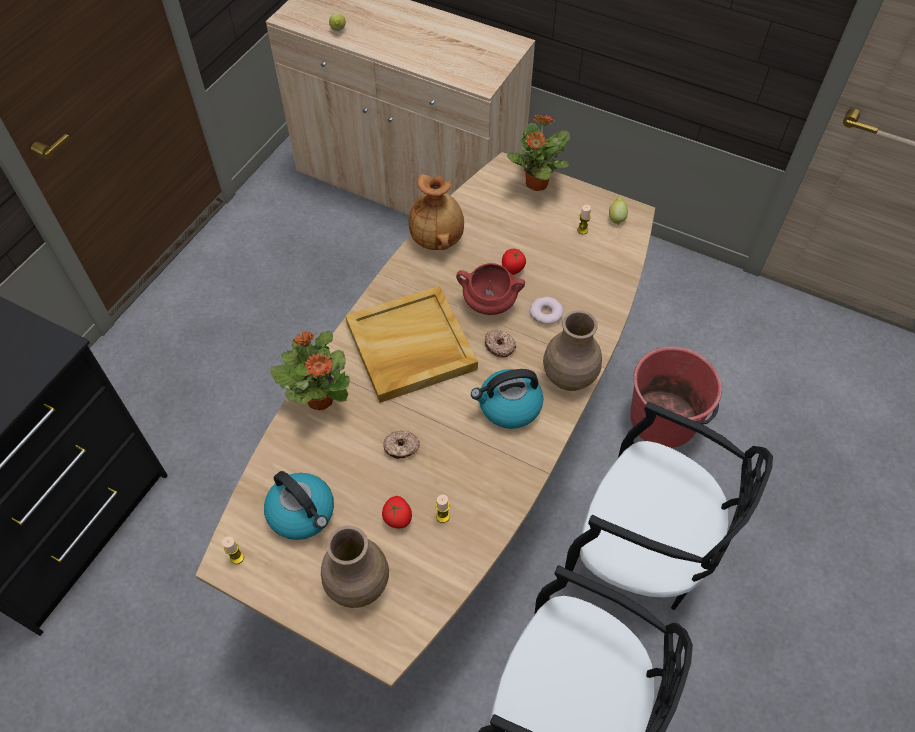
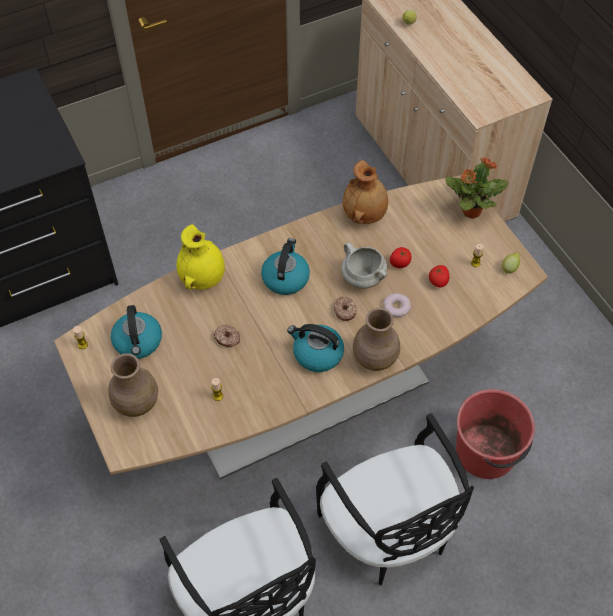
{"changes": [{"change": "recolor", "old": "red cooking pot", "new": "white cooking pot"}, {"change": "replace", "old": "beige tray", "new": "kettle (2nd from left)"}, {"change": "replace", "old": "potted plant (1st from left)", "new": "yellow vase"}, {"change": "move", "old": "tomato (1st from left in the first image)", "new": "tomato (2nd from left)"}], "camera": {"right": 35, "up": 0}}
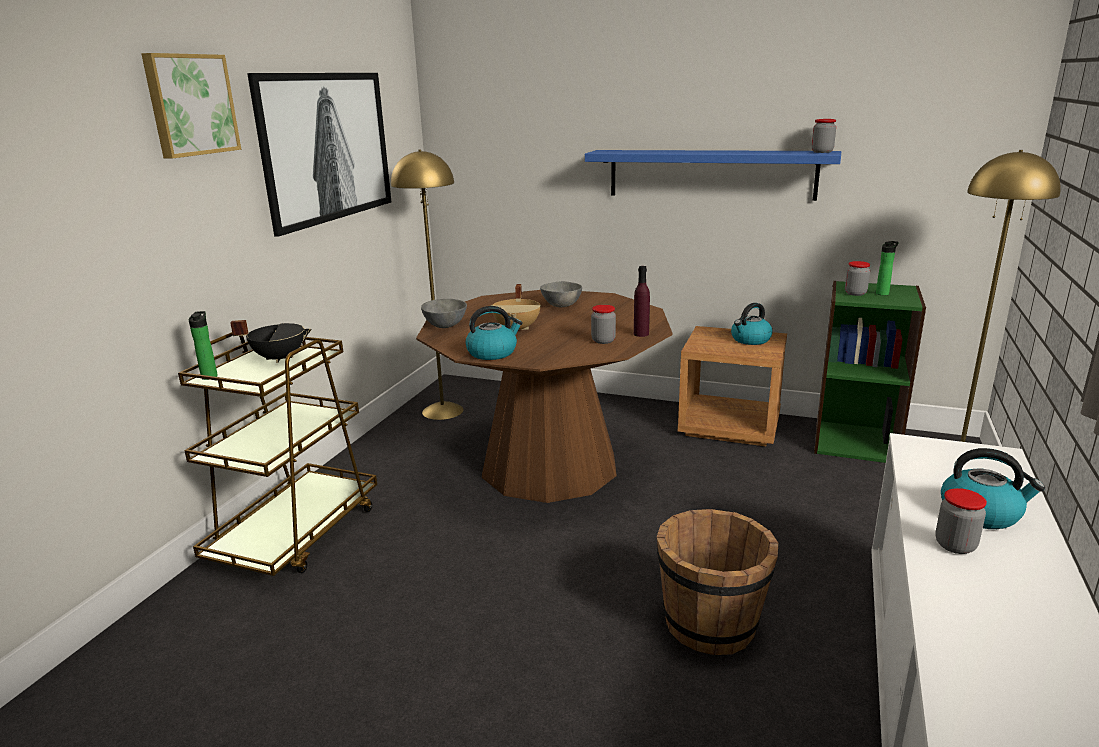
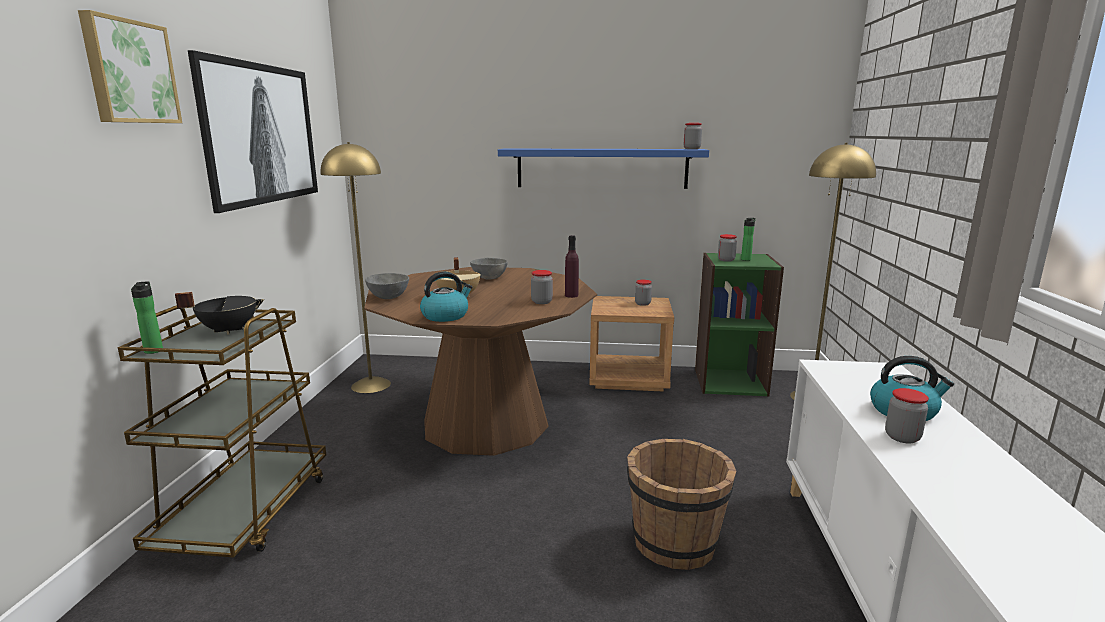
{"changes": [{"change": "replace", "old": "kettle (2nd from left)", "new": "jar (2nd from left)"}], "camera": {"right": -15, "up": -5}}
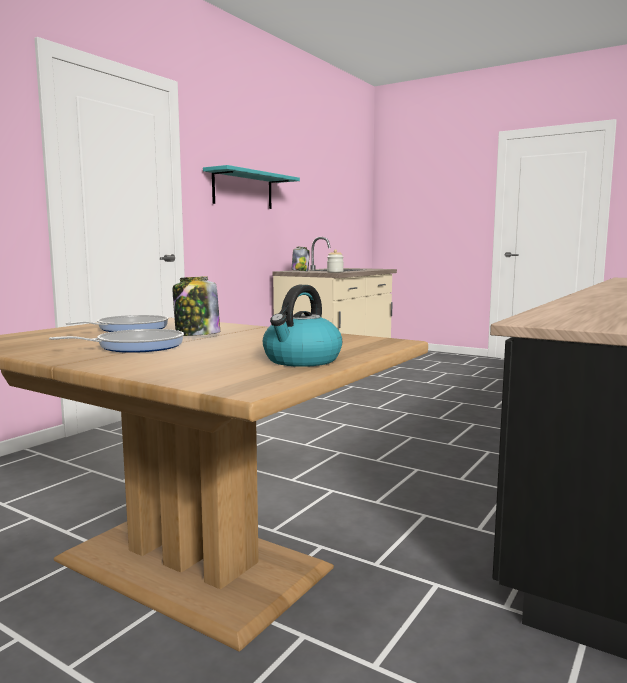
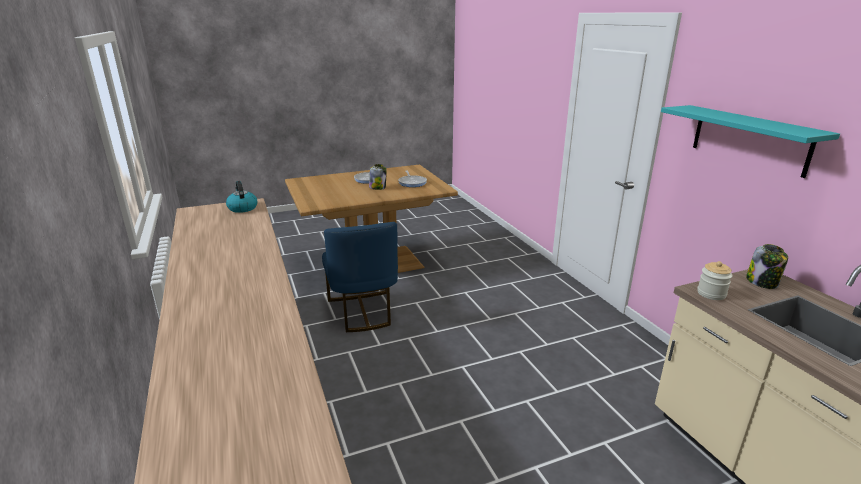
{"changes": [{"change": "move", "old": "kettle"}, {"change": "insert", "new": "blue chair"}], "camera": {"right": 125, "up": 15}}
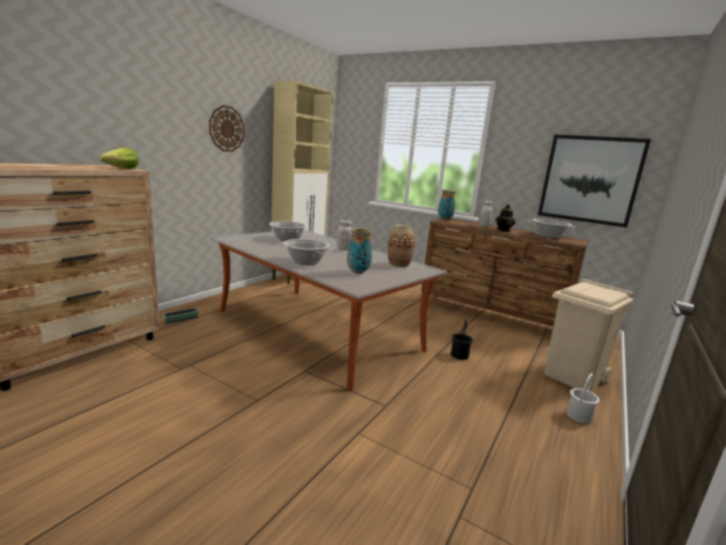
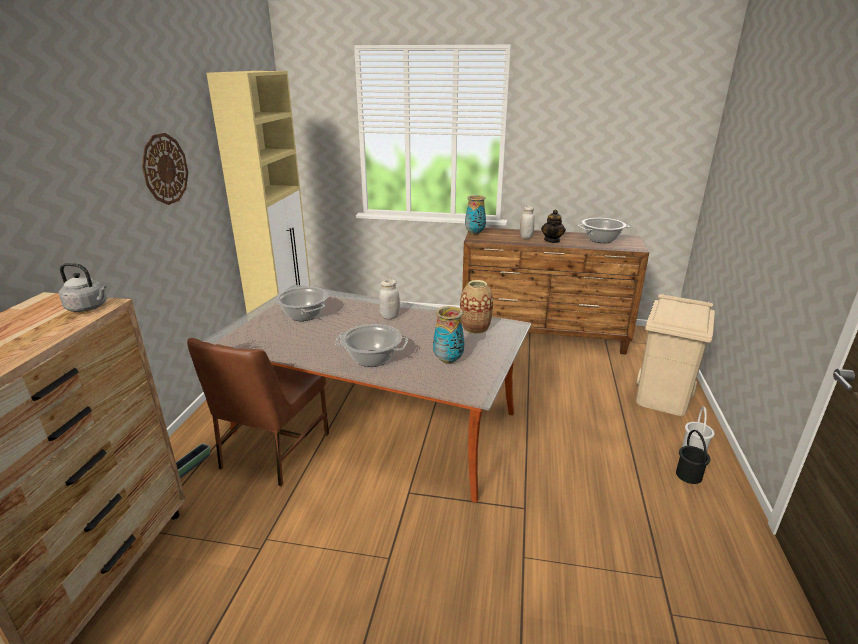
{"changes": [{"change": "delete", "old": "picture"}, {"change": "replace", "old": "lettuce", "new": "grey kettle"}, {"change": "move", "old": "black bucket"}, {"change": "insert", "new": "brown chair"}], "camera": {"right": -20, "up": 10}}
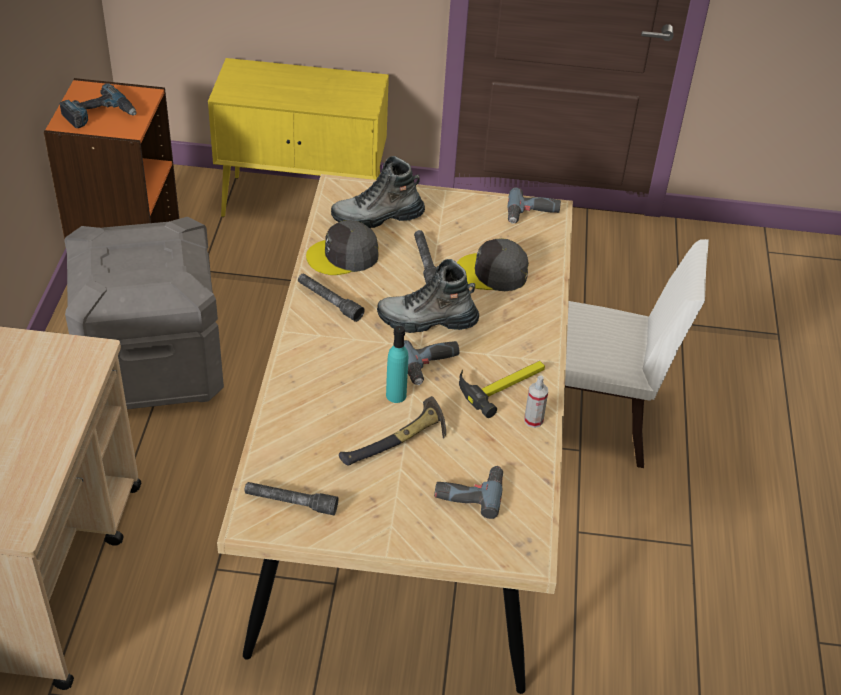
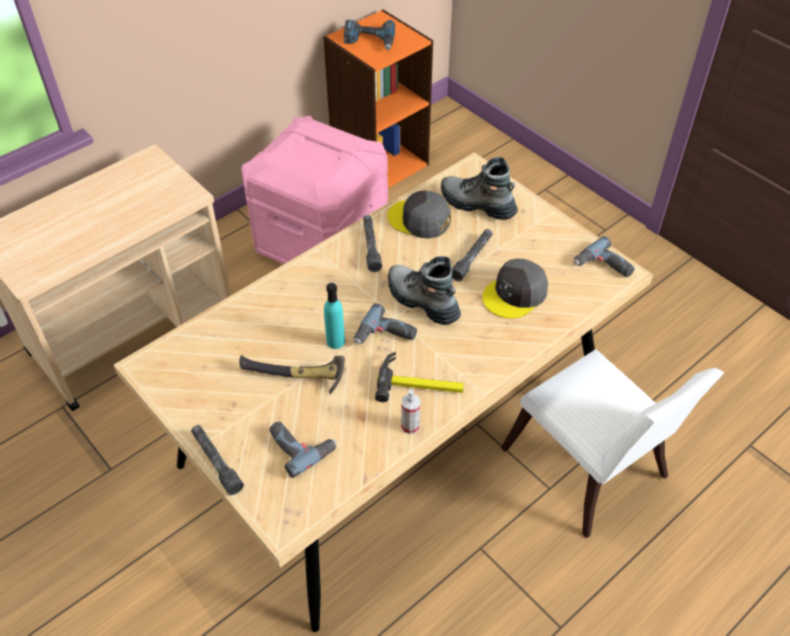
{"changes": [{"change": "delete", "old": "yellow cabinet"}, {"change": "recolor", "old": "grey storage box", "new": "pink storage box"}, {"change": "rotate", "old": "grey cap (2nd from left)", "degrees": -90}, {"change": "move", "old": "grey flashlight (1st from left)"}], "camera": {"right": 45, "up": 5}}
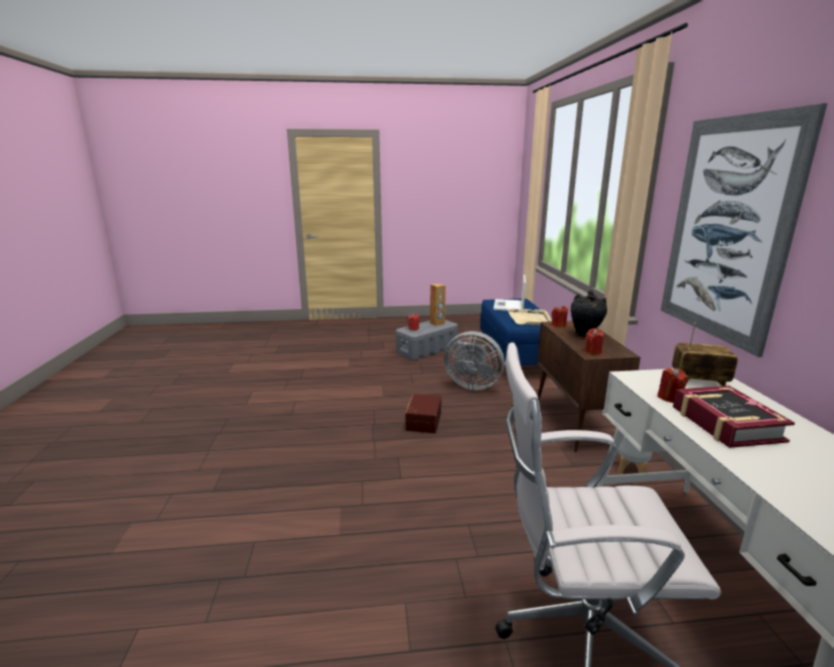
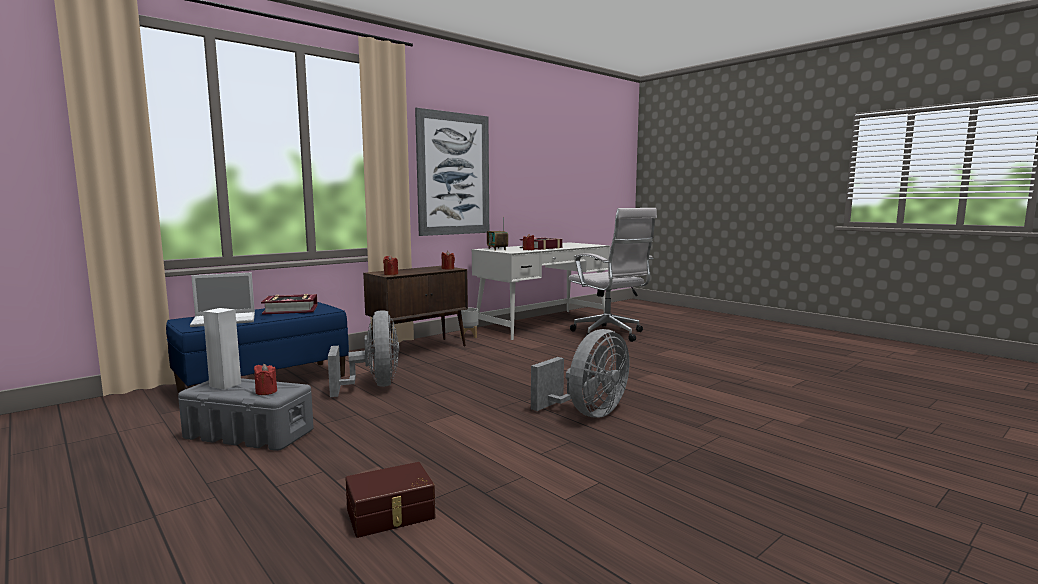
{"changes": [{"change": "recolor", "old": "brown speaker", "new": "white speaker"}, {"change": "delete", "old": "black vase"}, {"change": "replace", "old": "beige tray", "new": "book (1st from left)"}, {"change": "move", "old": "brown storage box"}, {"change": "insert", "new": "grey fan (2nd from left)"}], "camera": {"right": -125, "up": -10}}
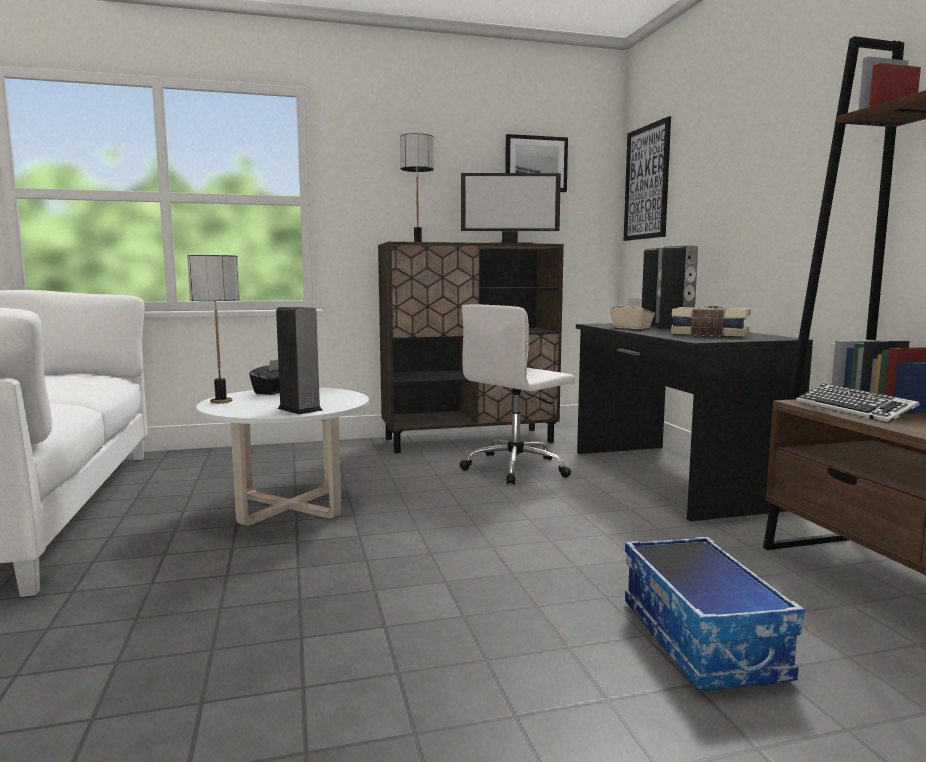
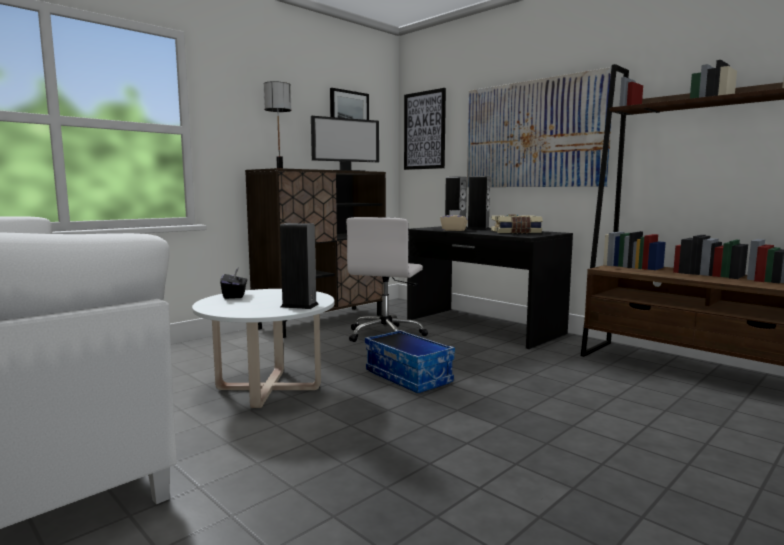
{"changes": [{"change": "delete", "old": "table lamp (1st from left)"}, {"change": "delete", "old": "keyboard"}, {"change": "move", "old": "storage box"}, {"change": "insert", "new": "picture (3rd from left)"}], "camera": {"right": -30, "up": 0}}
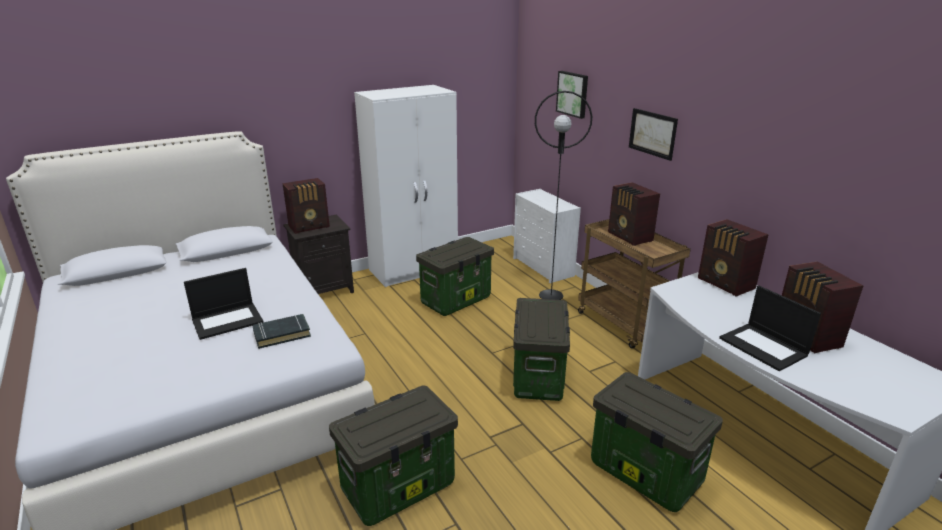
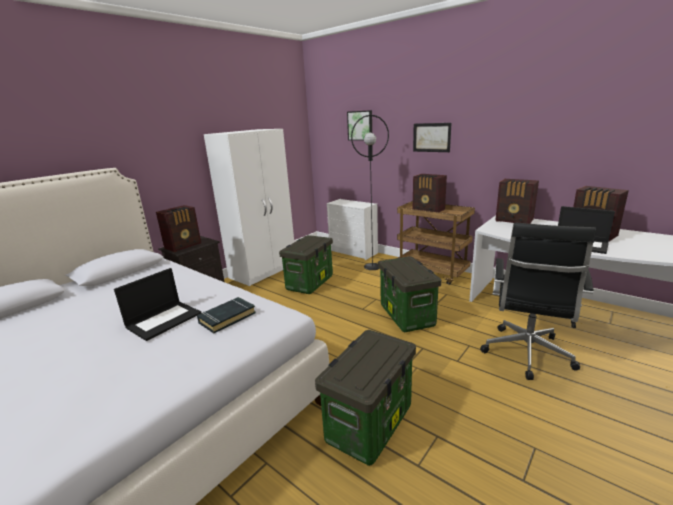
{"changes": [{"change": "replace", "old": "storage box (4th from left)", "new": "black office chair"}], "camera": {"right": -20, "up": -5}}
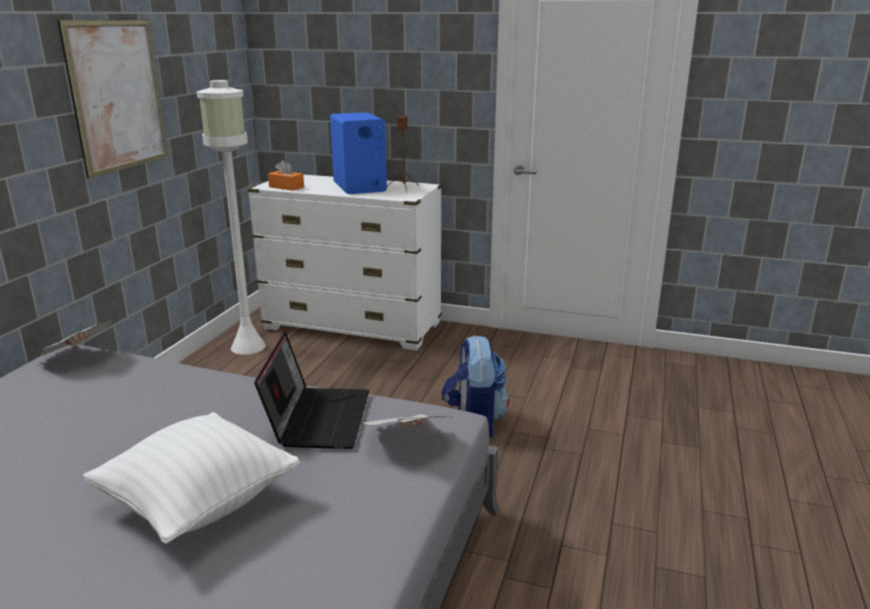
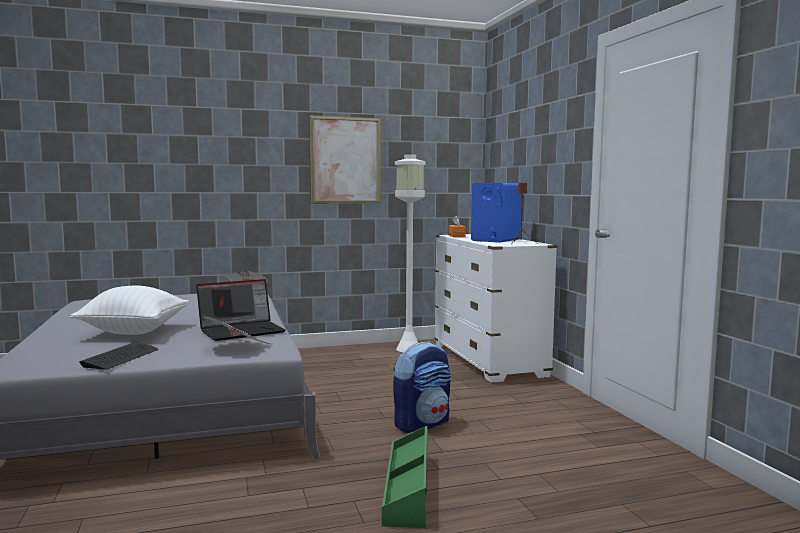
{"changes": [{"change": "insert", "new": "keyboard"}, {"change": "insert", "new": "green storage box"}], "camera": {"right": 55, "up": -15}}
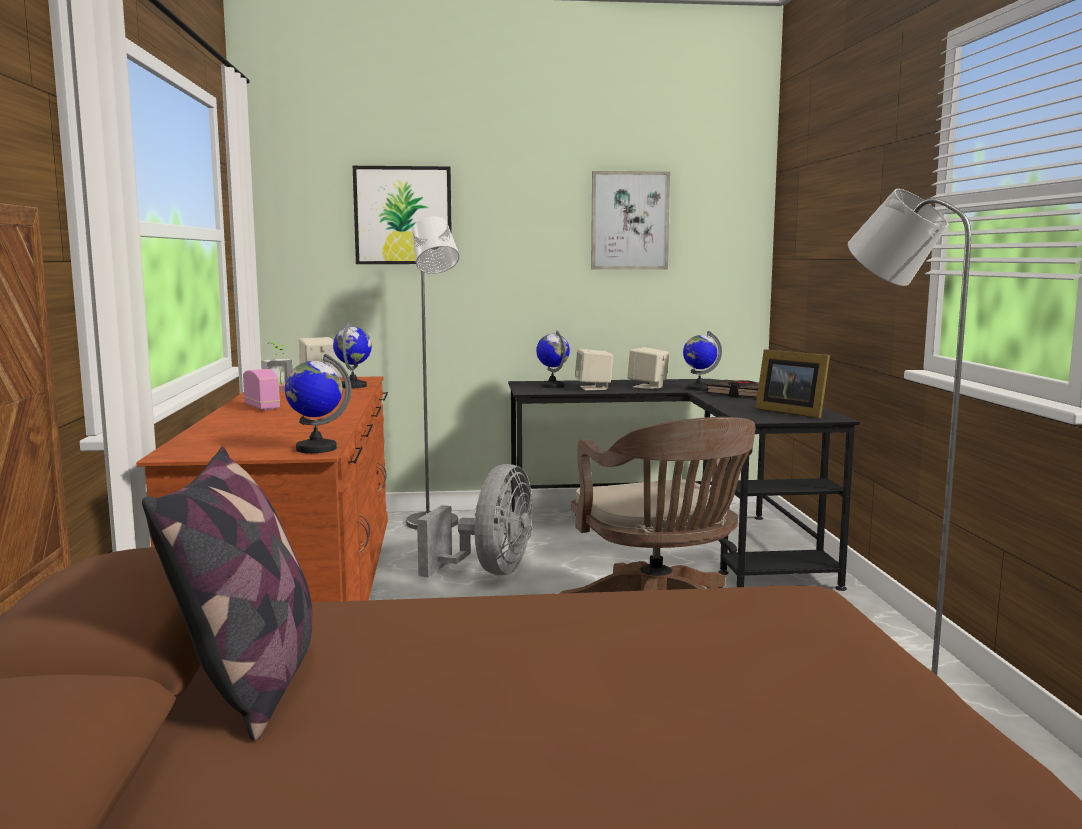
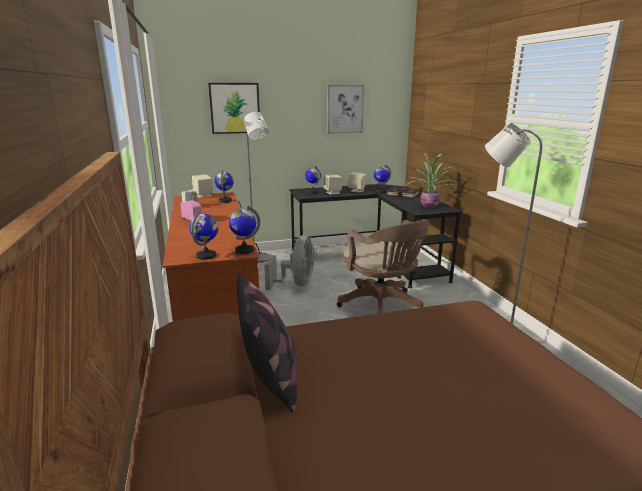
{"changes": [{"change": "replace", "old": "picture frame", "new": "potted plant (2nd from left)"}, {"change": "insert", "new": "globe (1st from left)"}], "camera": {"right": -10, "up": 10}}
